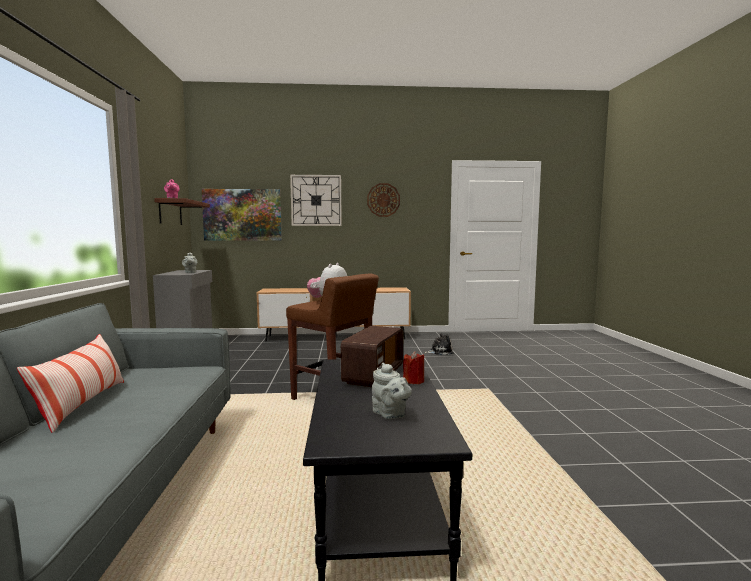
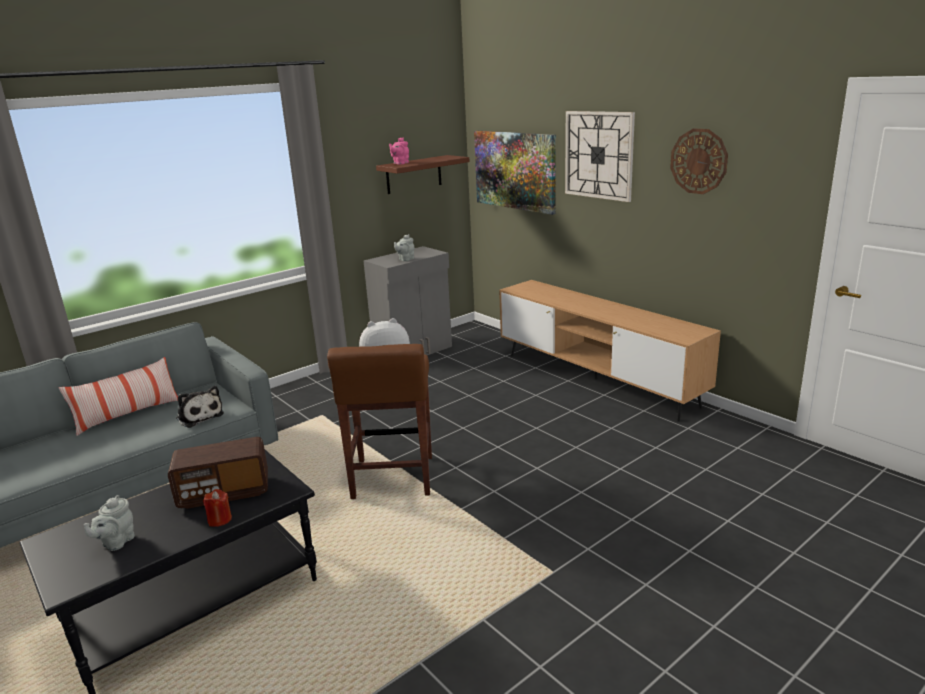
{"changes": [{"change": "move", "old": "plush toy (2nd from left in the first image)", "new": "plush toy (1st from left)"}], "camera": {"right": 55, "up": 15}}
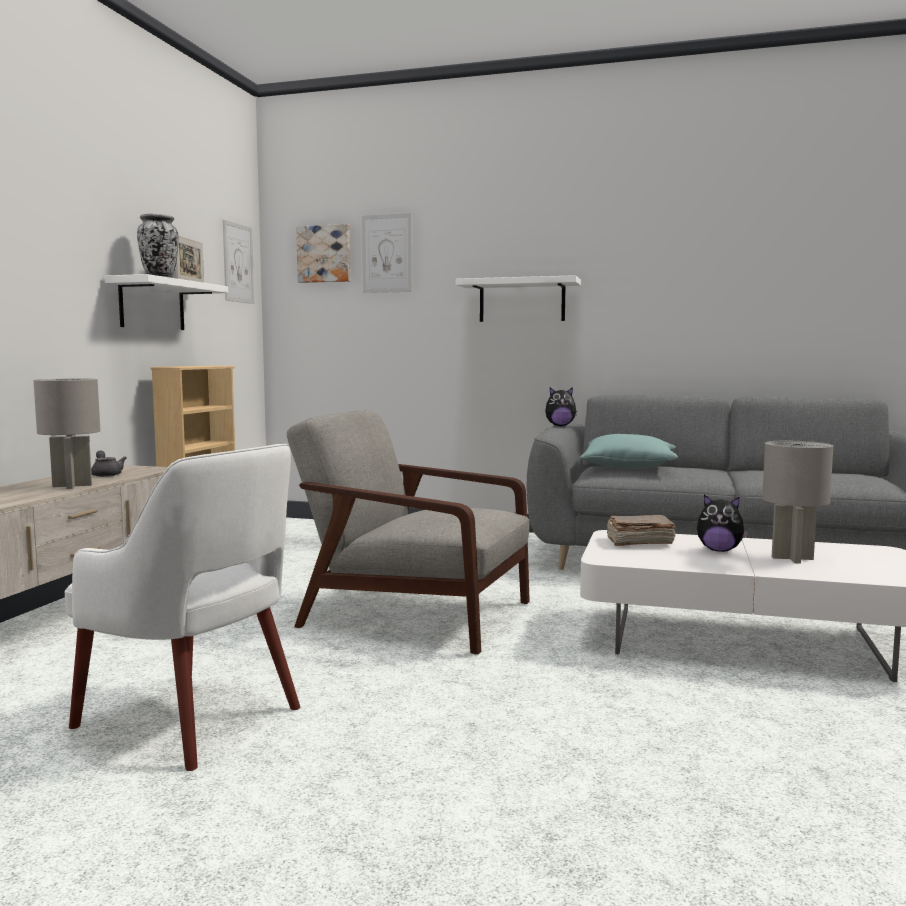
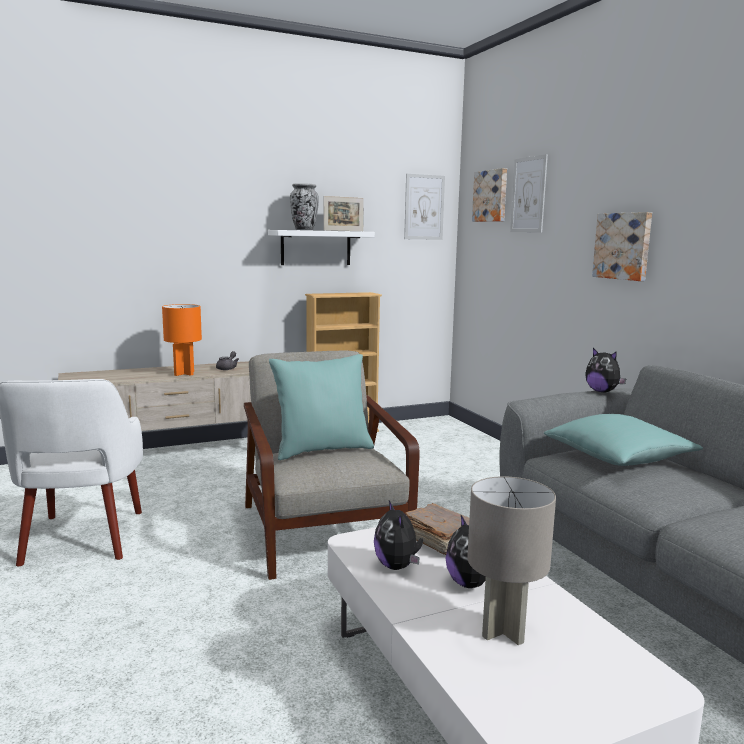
{"changes": [{"change": "replace", "old": "white shelf (2nd from left)", "new": "picture (4th from left)"}, {"change": "recolor", "old": "grey table lamp (1st from left)", "new": "orange table lamp"}, {"change": "insert", "new": "turquoise pillow (1st from left)"}, {"change": "insert", "new": "plush toy (1st from left)"}], "camera": {"right": 50, "up": 5}}
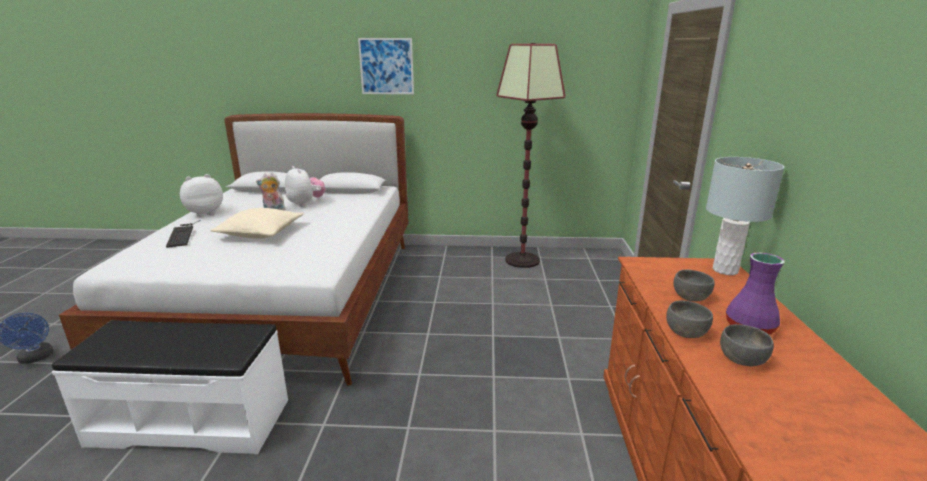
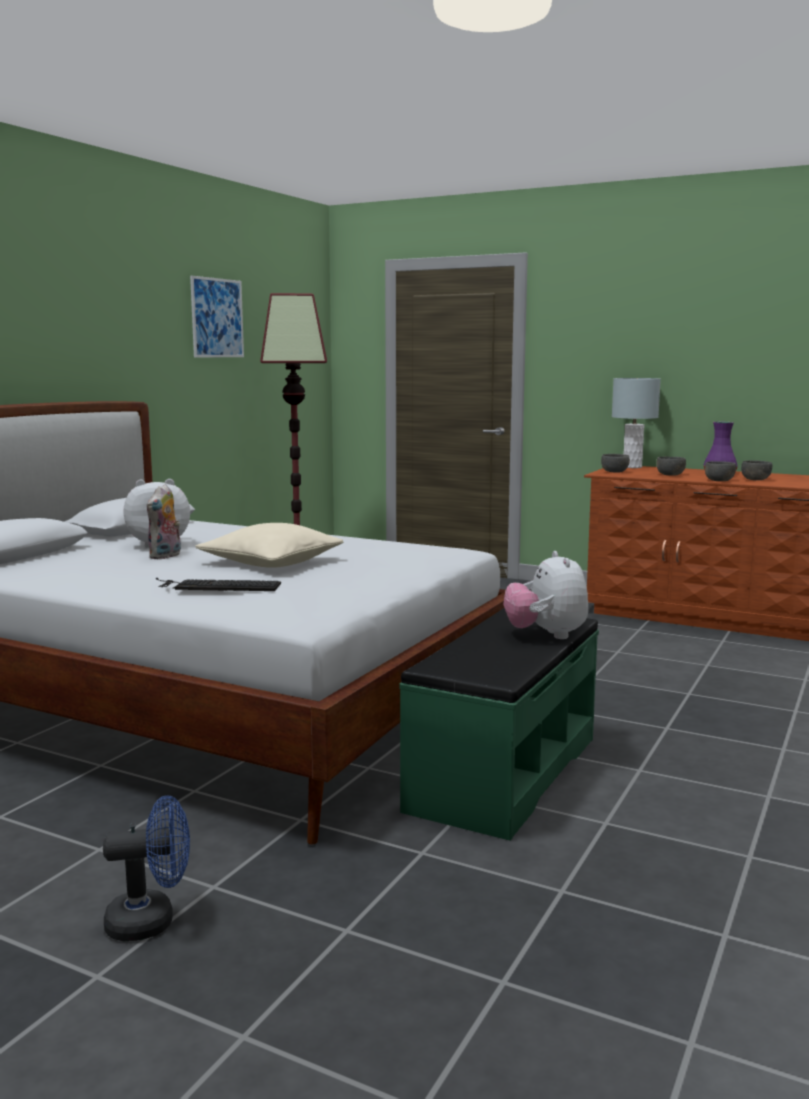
{"changes": [{"change": "move", "old": "picture"}, {"change": "move", "old": "plush toy (1st from left in the first image)", "new": "plush toy (3rd from left)"}, {"change": "recolor", "old": "white bench", "new": "green bench"}, {"change": "insert", "new": "grey bowl (1st from left)"}], "camera": {"right": -65, "up": -10}}
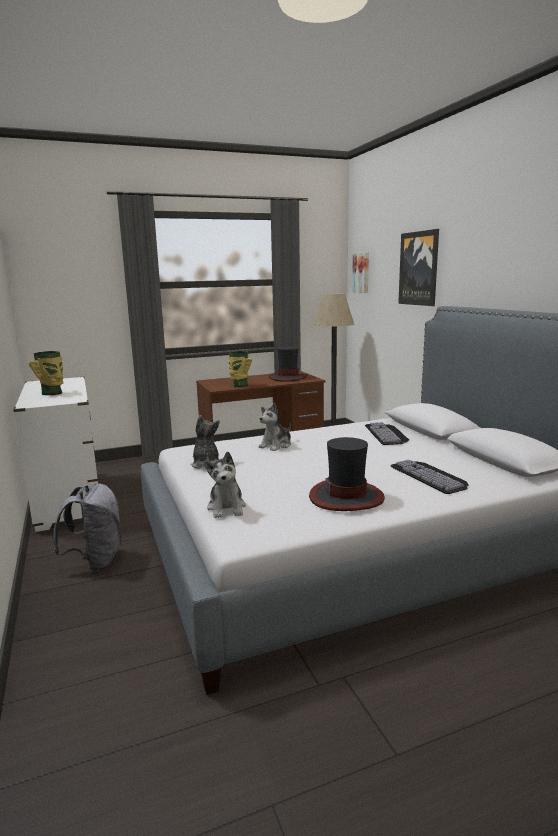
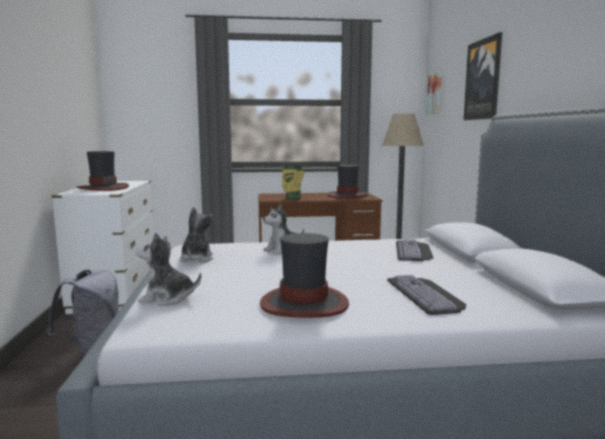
{"changes": [{"change": "replace", "old": "vase (1st from left)", "new": "hat (1st from left)"}, {"change": "rotate", "old": "plush toy (2nd from left in the first image)", "degrees": 90}], "camera": {"right": 15, "up": -5}}
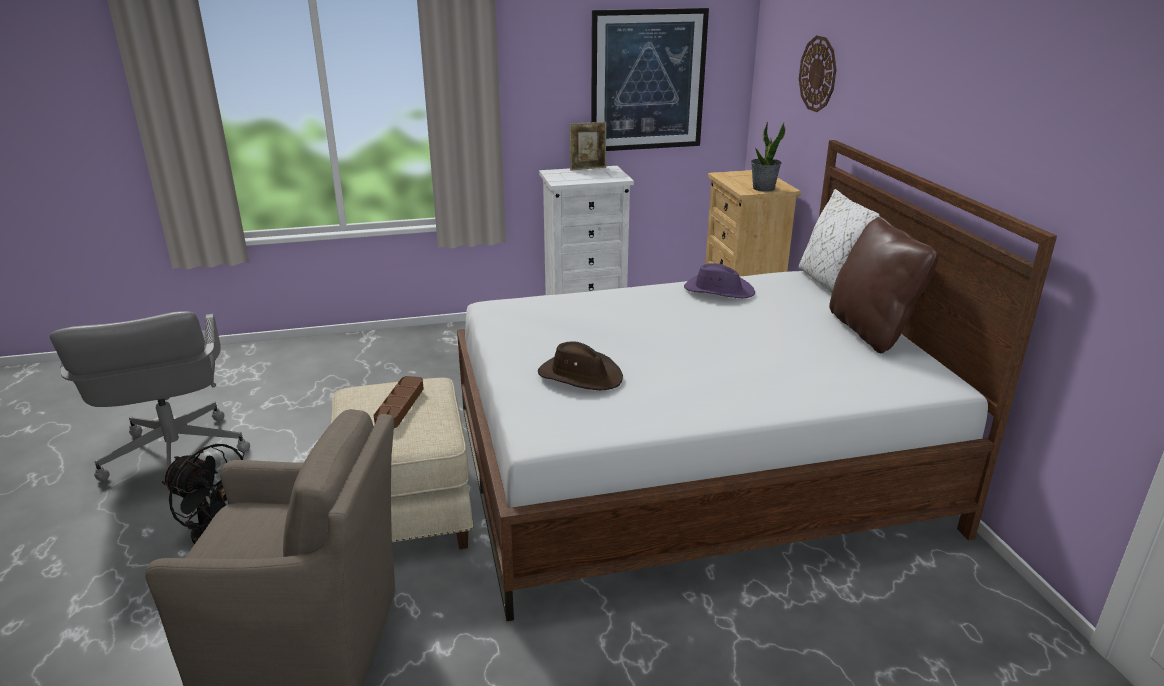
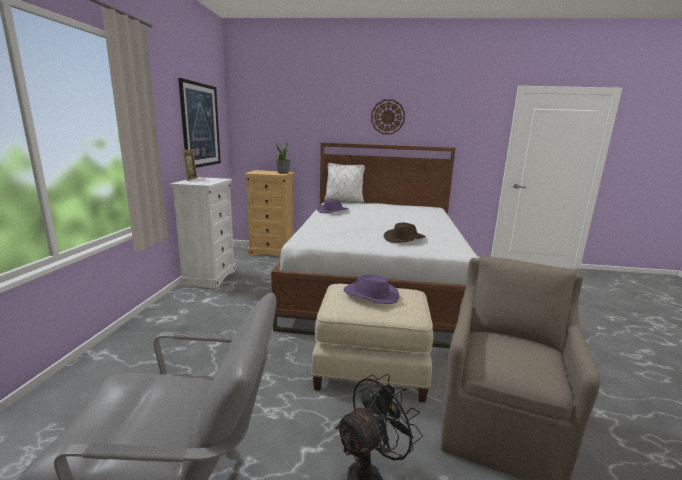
{"changes": [{"change": "move", "old": "wall clock"}, {"change": "delete", "old": "brown pillow"}, {"change": "replace", "old": "brown tray", "new": "purple hat (2nd from left)"}], "camera": {"right": -70, "up": -10}}
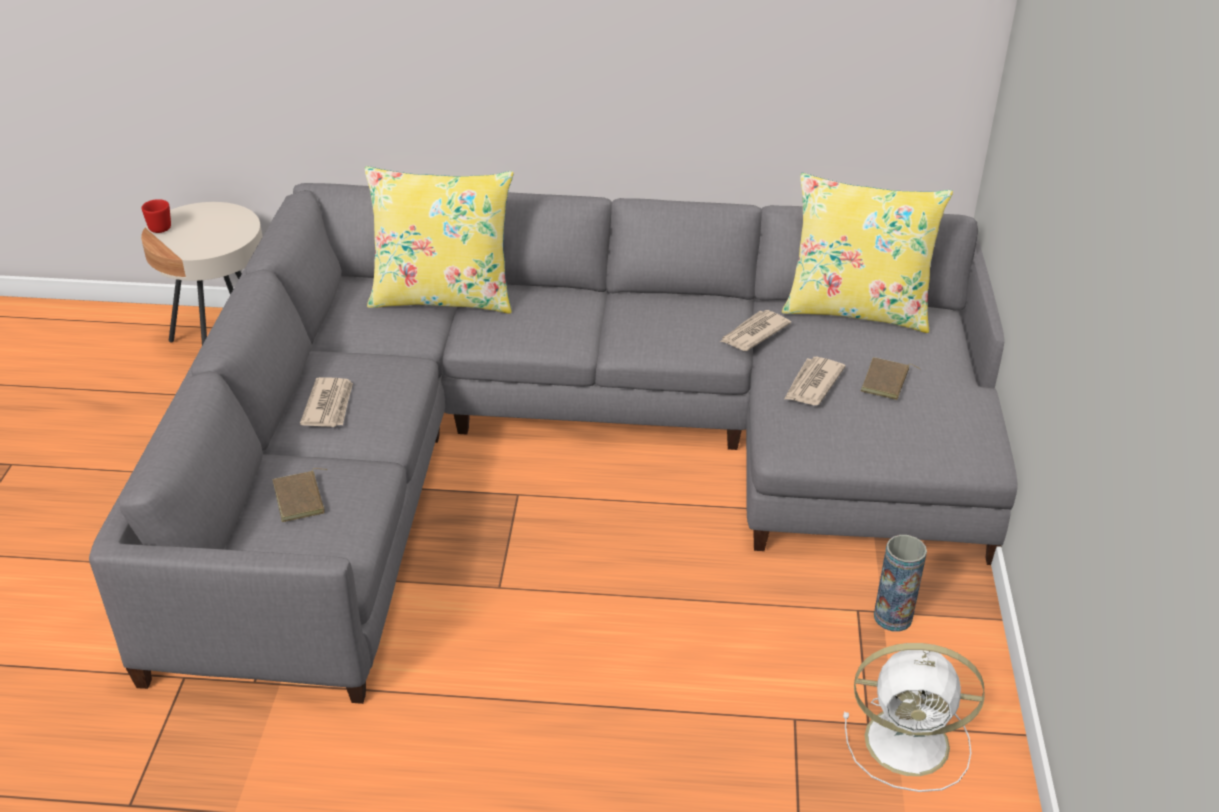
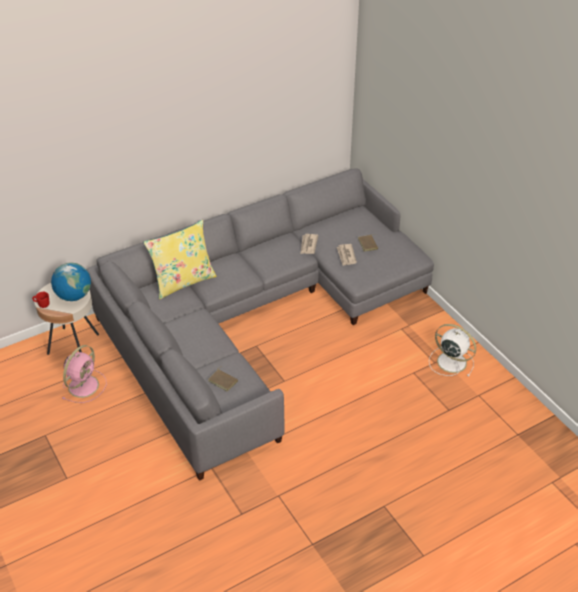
{"changes": [{"change": "delete", "old": "yellow pillow (2nd from left)"}, {"change": "delete", "old": "newspaper (1st from left)"}, {"change": "delete", "old": "vase"}, {"change": "rotate", "old": "white fan", "degrees": -120}, {"change": "insert", "new": "globe"}, {"change": "insert", "new": "pink fan"}], "camera": {"right": -35, "up": 5}}
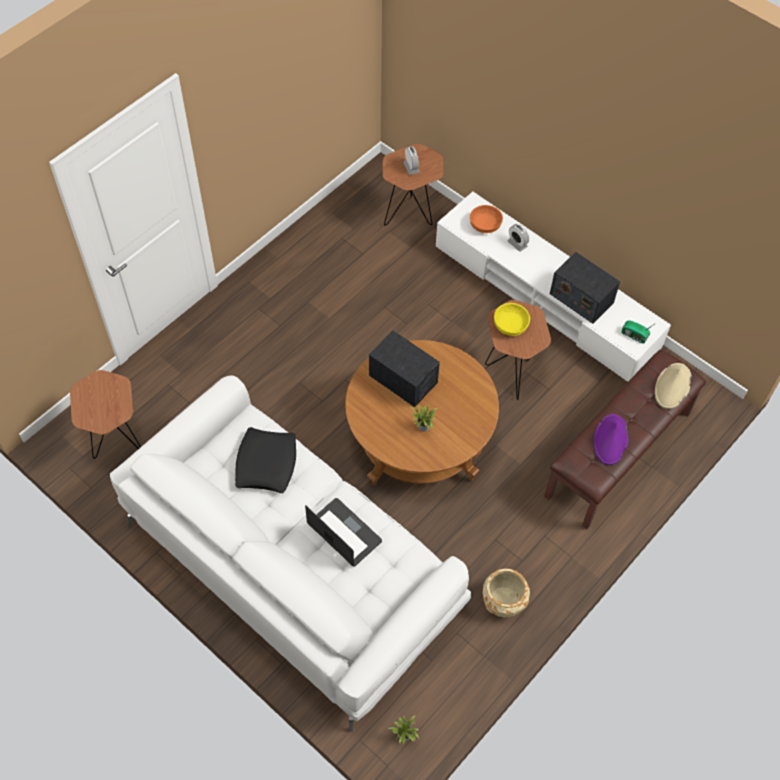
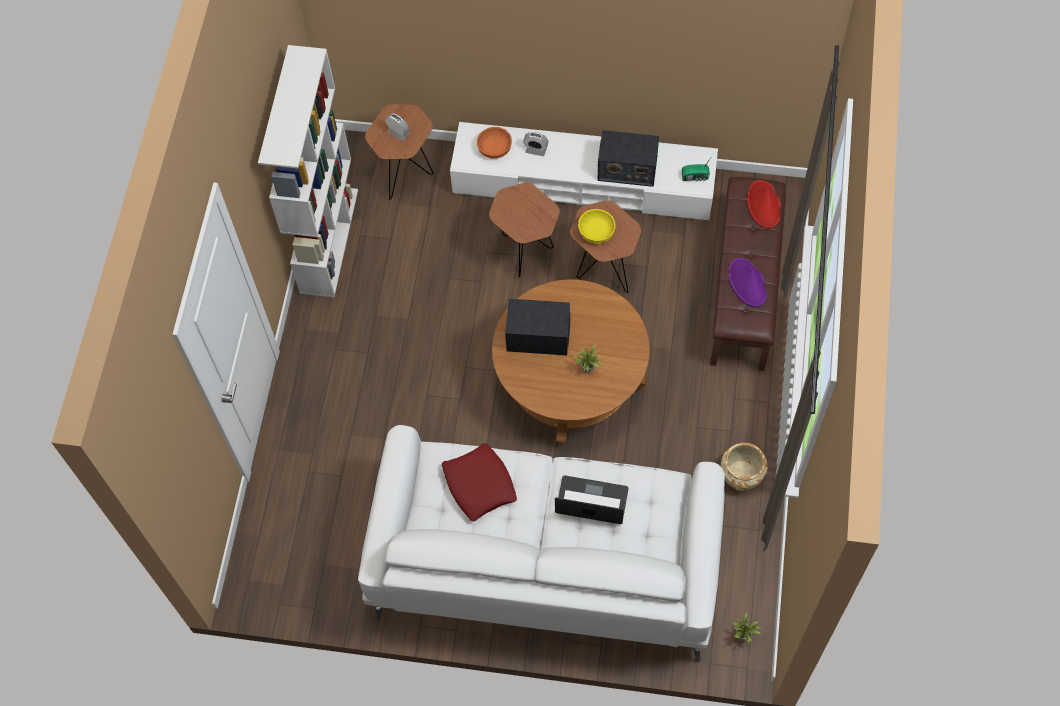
{"changes": [{"change": "recolor", "old": "beige hat", "new": "red hat"}, {"change": "move", "old": "brown side table (1st from left in the first image)", "new": "brown side table (2nd from left)"}, {"change": "recolor", "old": "black pillow", "new": "red pillow"}, {"change": "insert", "new": "white bookcase"}], "camera": {"right": -30, "up": 5}}
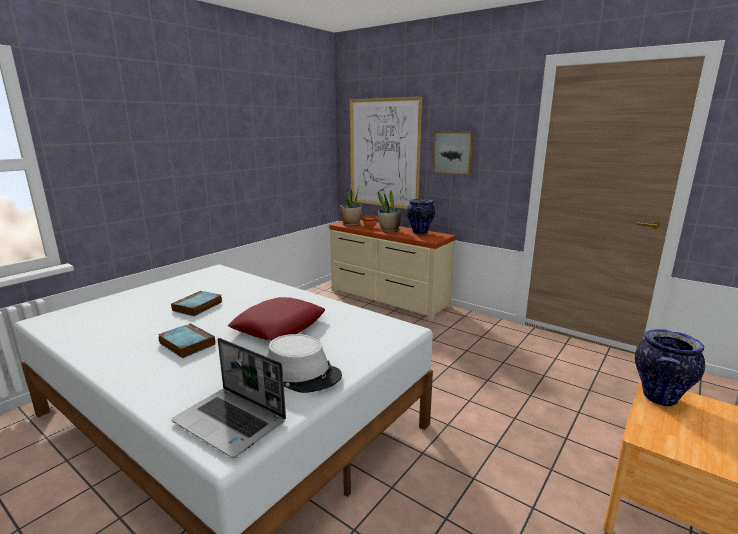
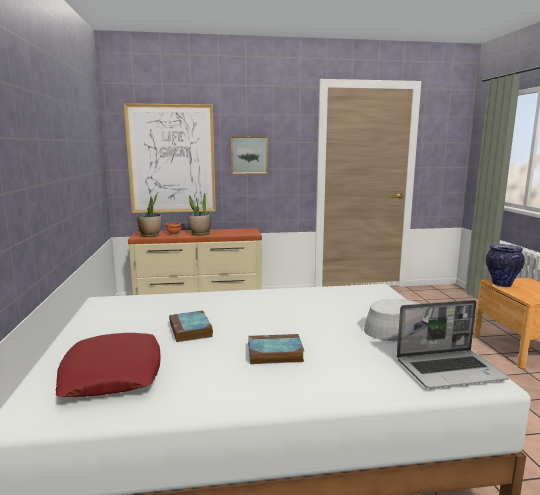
{"changes": [{"change": "delete", "old": "vase (1st from left)"}, {"change": "move", "old": "red pillow"}], "camera": {"right": -45, "up": -5}}
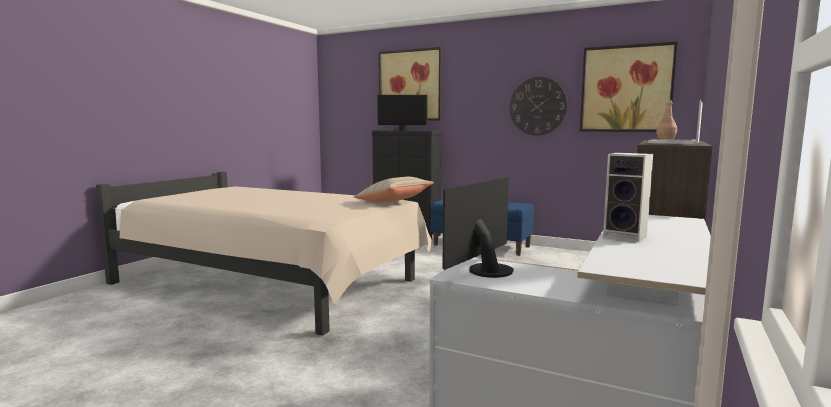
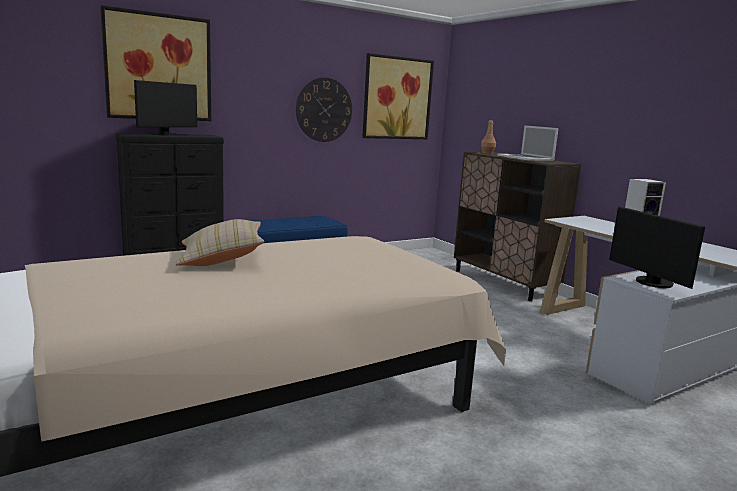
{"changes": [{"change": "move", "old": "beige pillow"}], "camera": {"right": -60, "up": 5}}
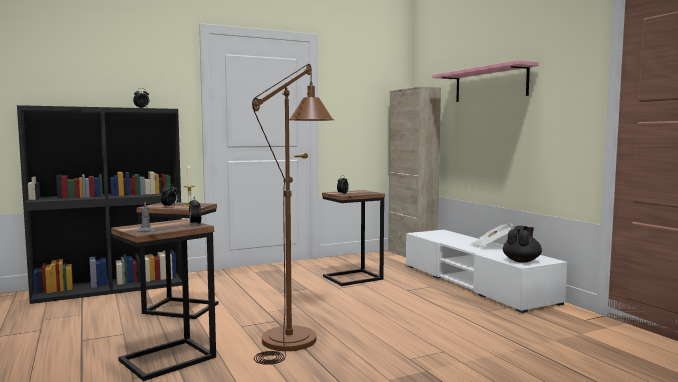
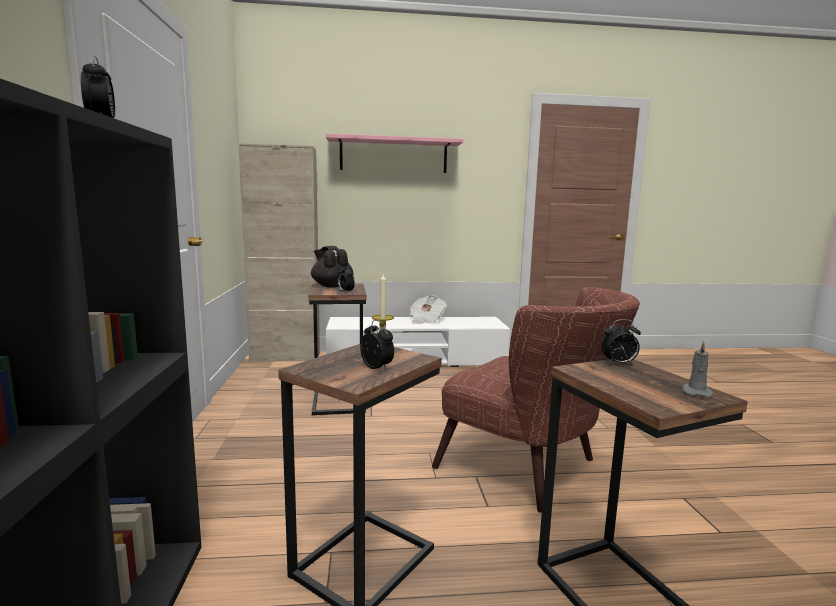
{"changes": [{"change": "replace", "old": "brown floor lamp", "new": "brown armchair"}, {"change": "move", "old": "black teapot"}], "camera": {"right": -70, "up": 5}}
